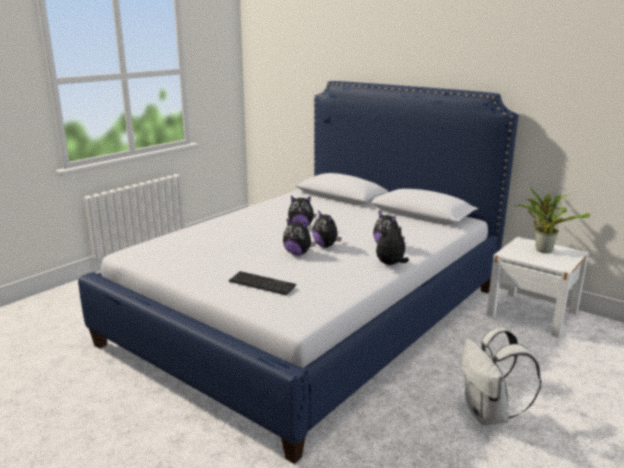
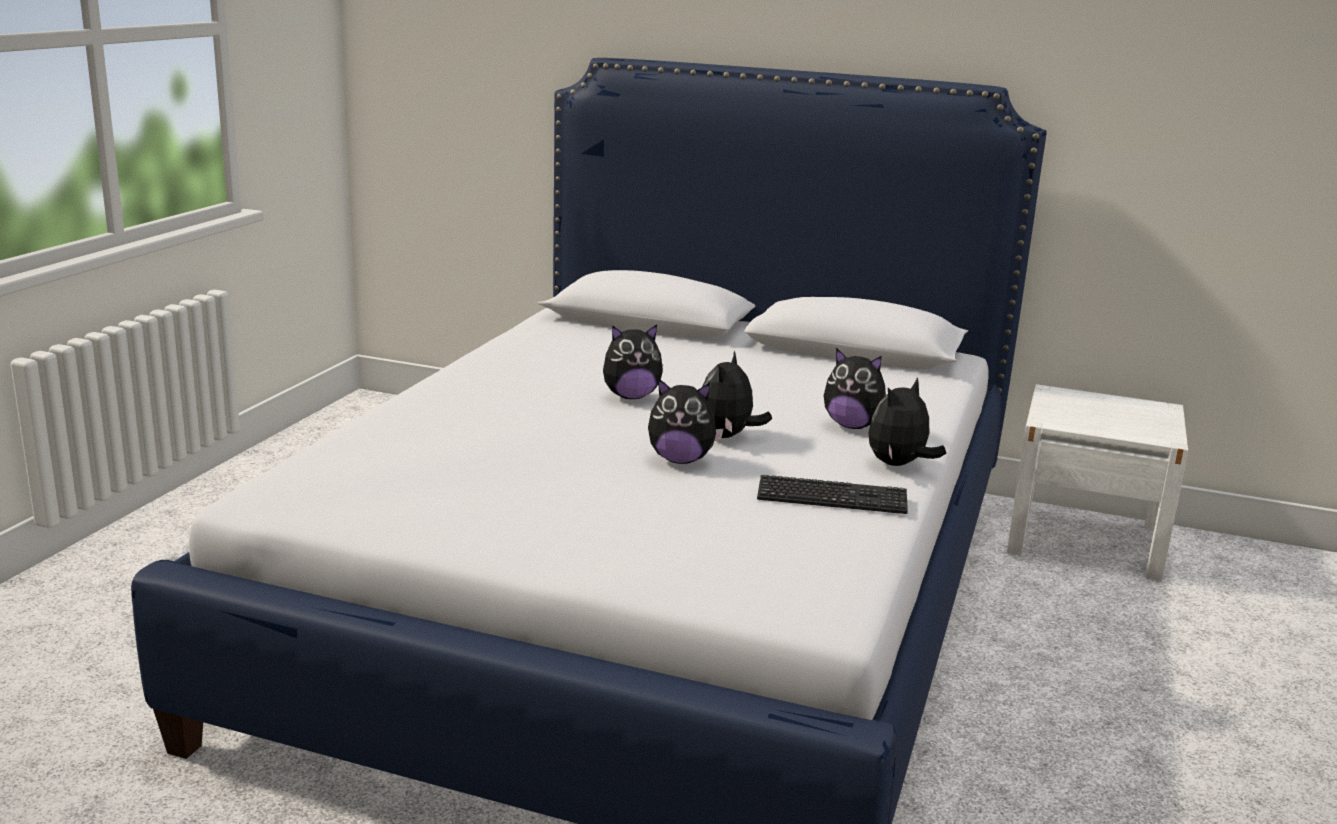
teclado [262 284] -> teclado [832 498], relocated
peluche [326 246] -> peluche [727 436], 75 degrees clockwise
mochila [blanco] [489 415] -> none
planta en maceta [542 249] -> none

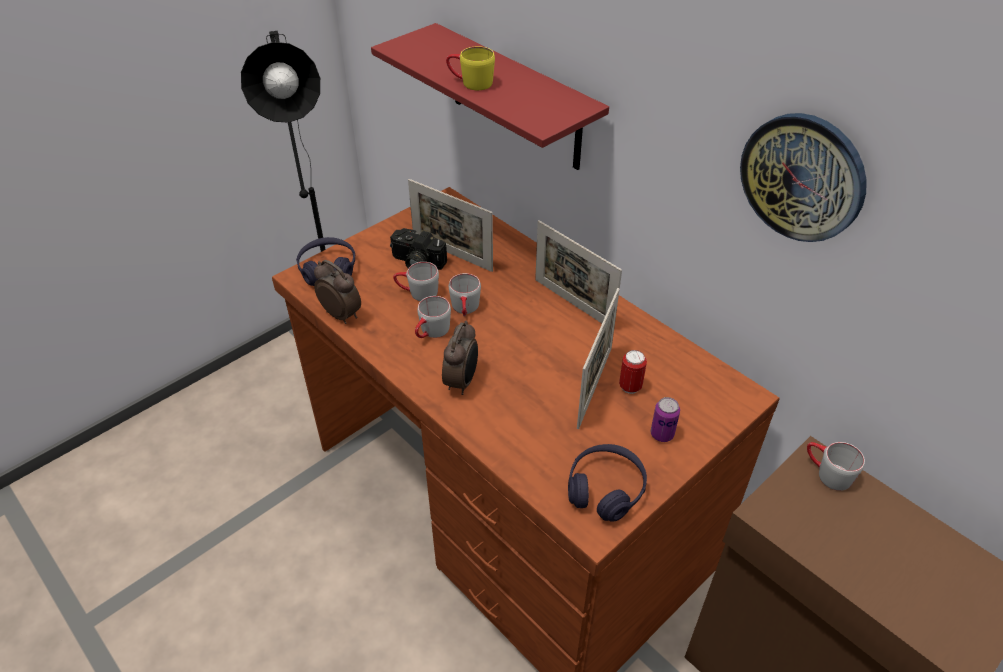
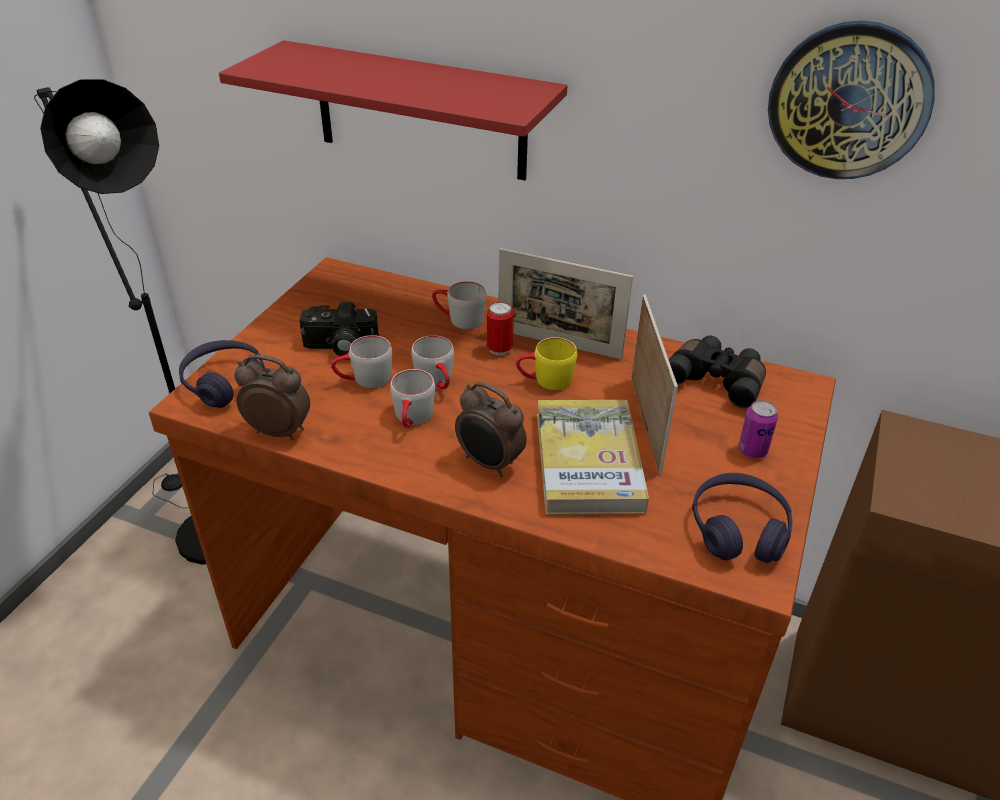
portarretratos [452 254] -> none
despertador [462 381] -> despertador [489 464], 135 degrees clockwise
taza grande [amarillo] [470 82] -> taza grande [amarillo] [545 380], relocated
lata [630 387] -> lata [499 349], relocated
taza grande [gris] [826 473] -> taza grande [gris] [458 319], relocated
none -> libro [588 461]
none -> prismáticos [negro] [717 380]

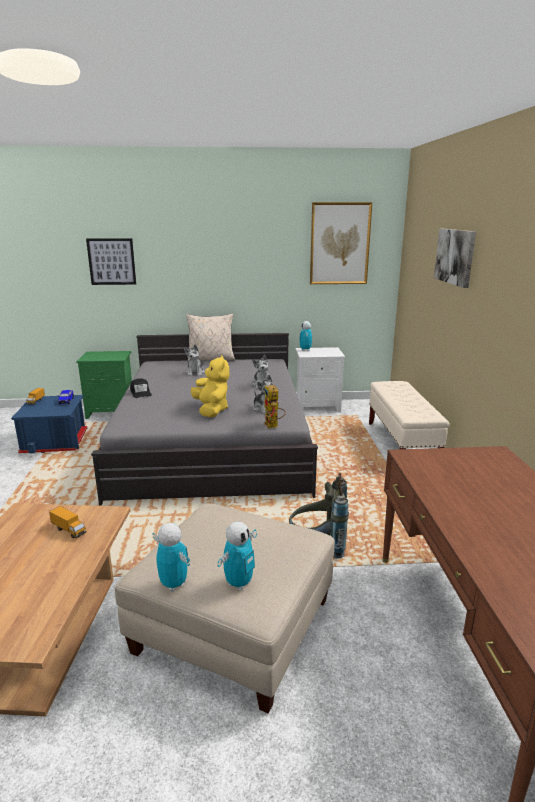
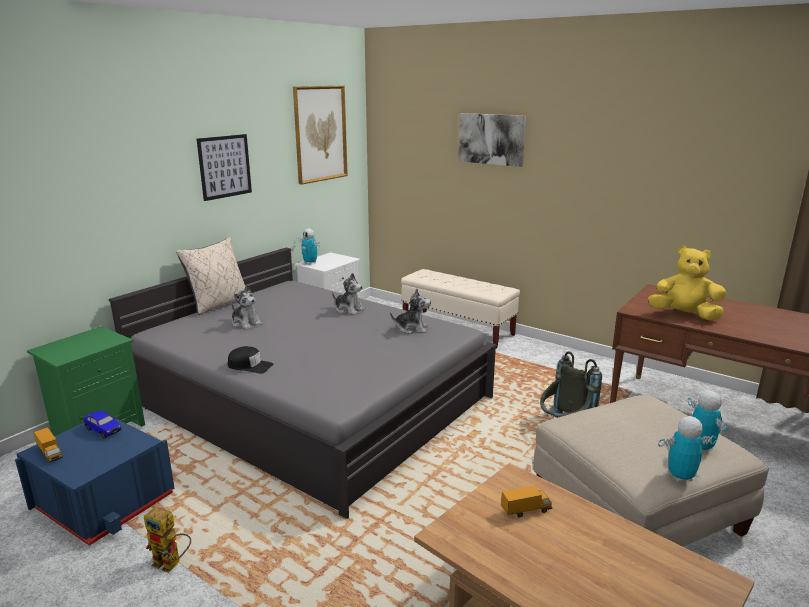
cuadro [111 261] -> cuadro [225 166], relocated
peluche [amarillo] [211 410] -> peluche [amarillo] [684 315], relocated
robot de juguete [273 426] -> robot de juguete [172 563], relocated

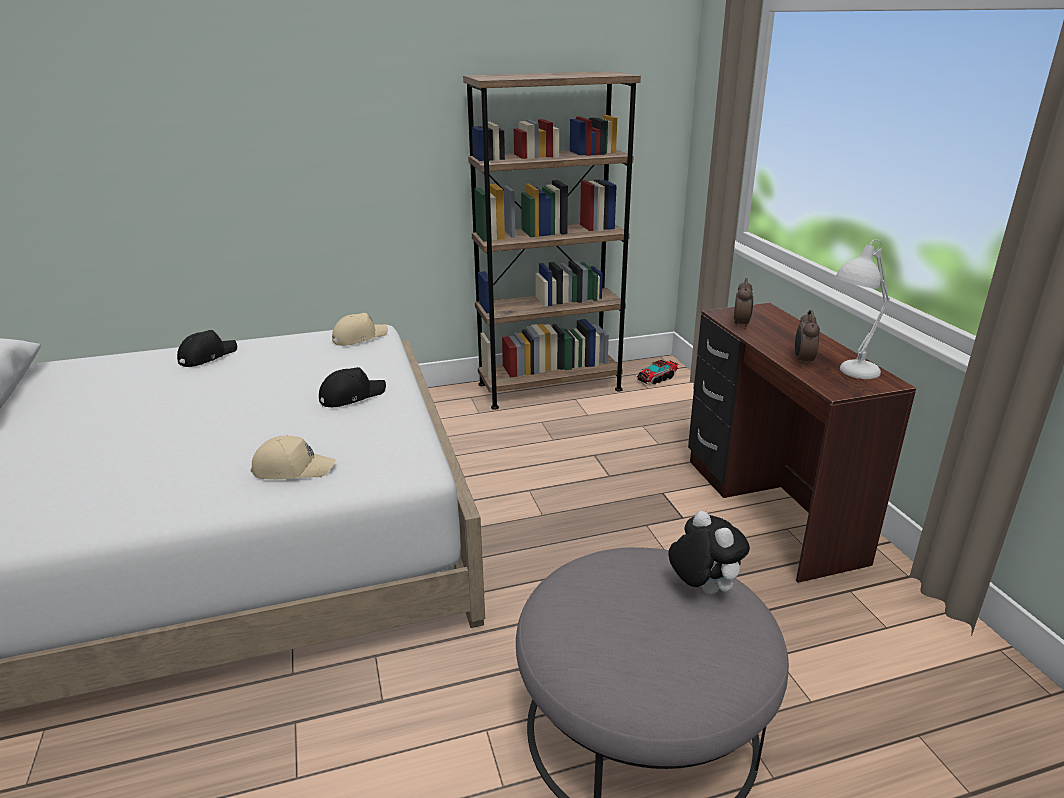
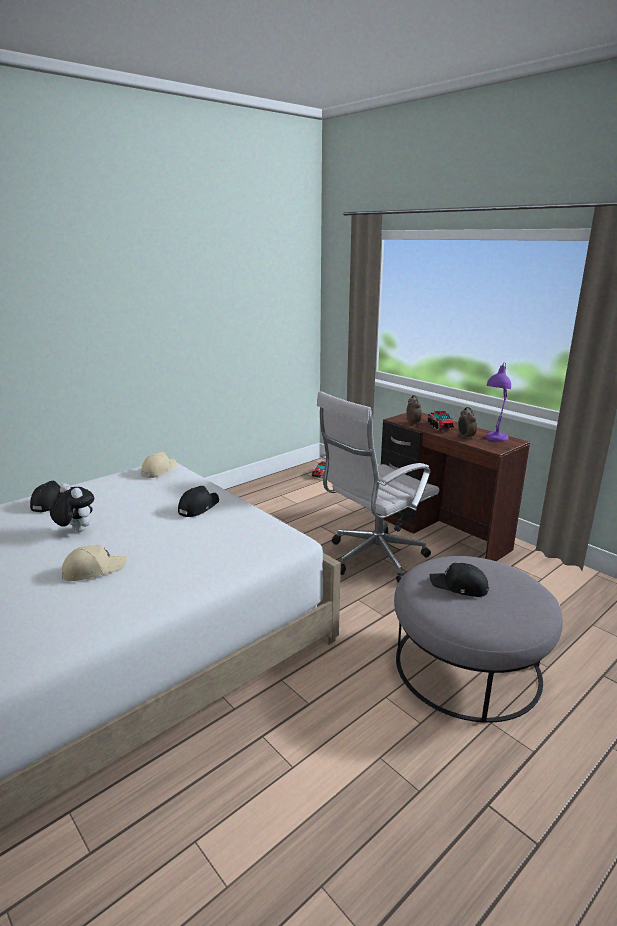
gorra [beis] [292 468] -> gorra [beis] [93 569], relocated
estantería [marrón] [549 387] -> none
peluche [702 589] -> peluche [76 531], relocated
lámpara de mesa [blanco] [848 374] -> lámpara de mesa [morado] [493 440]
none -> silla de oficina [blanco] [372 559]
none -> camión de juguete [440 426]
none -> gorra [negro] [459 586]

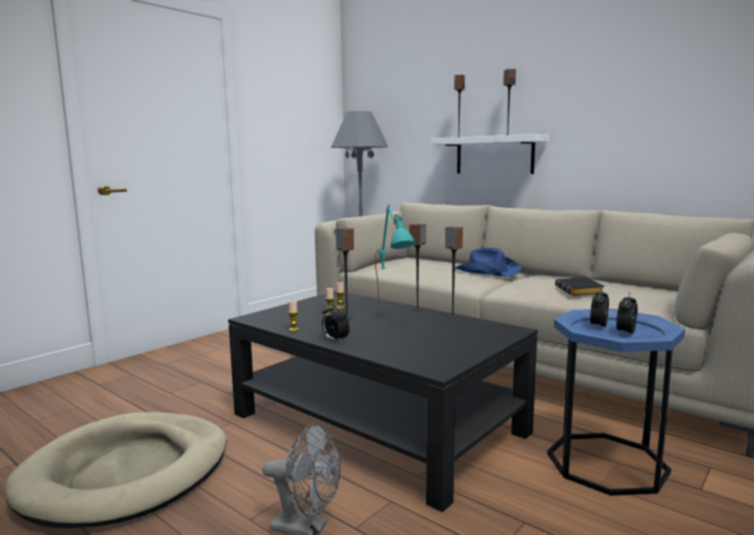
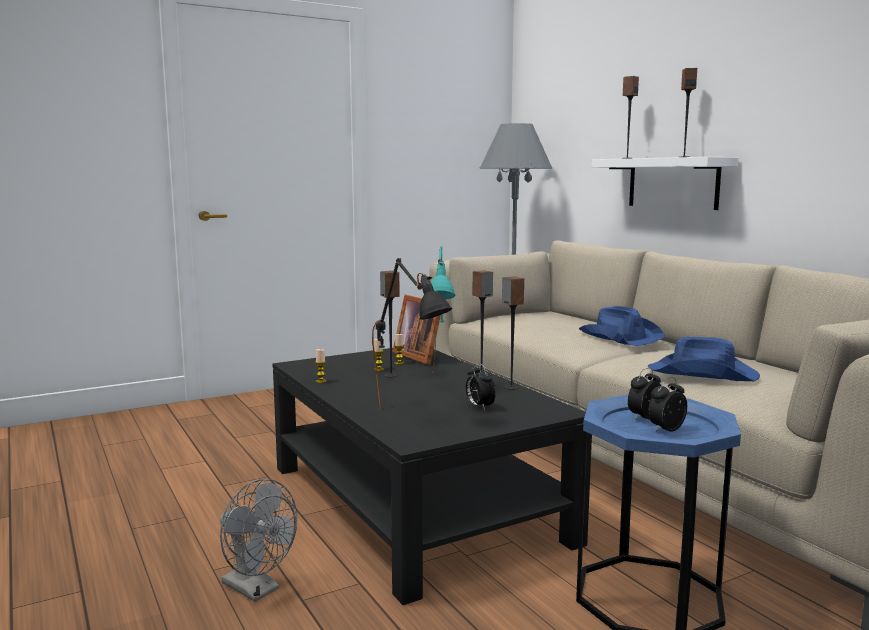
cama para perro [beis] [127 473] -> none
despertador [335 340] -> despertador [479 407], relocated
libro [negro] [580 291] -> sombrero [azul] [703 374]
none -> lámpara de mesa [negro] [411 414]
none -> portarretratos [419 356]

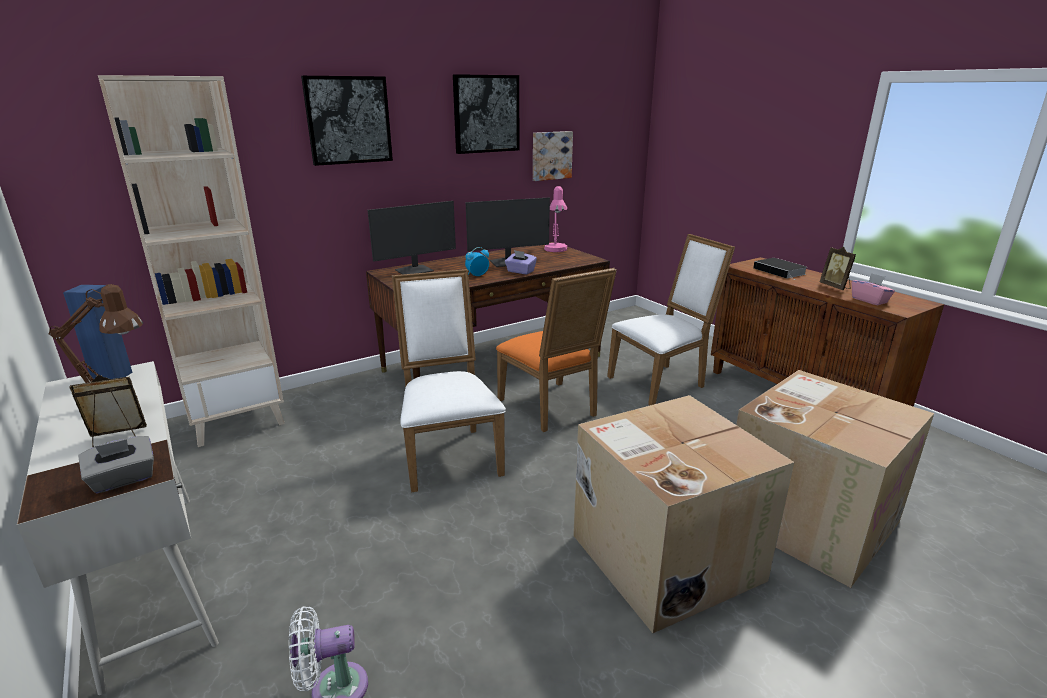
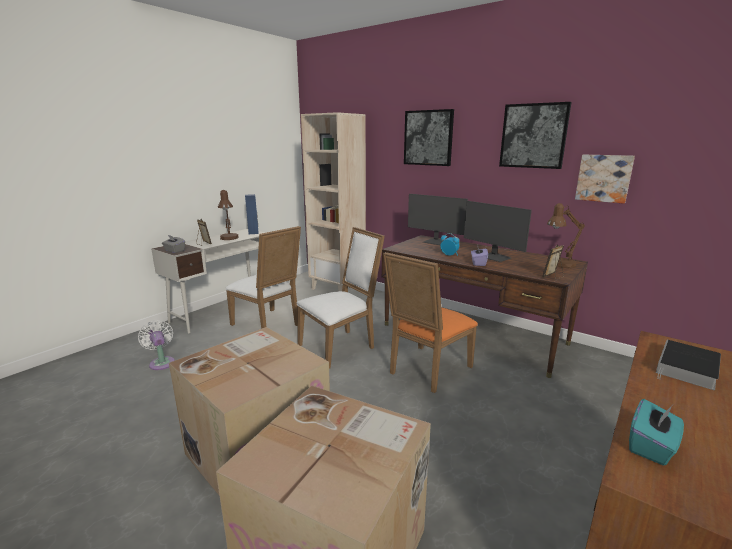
lámpara de mesa [rosa] [556 250] -> lámpara de mesa [marrón] [559 265]
silla [blanco] [661 382] -> silla [blanco] [269 325], relocated
portarretratos [835 287] -> portarretratos [553 277], relocated
caja de pañuelos [rosa] [869 300] -> caja de pañuelos [turquesa] [651 446]

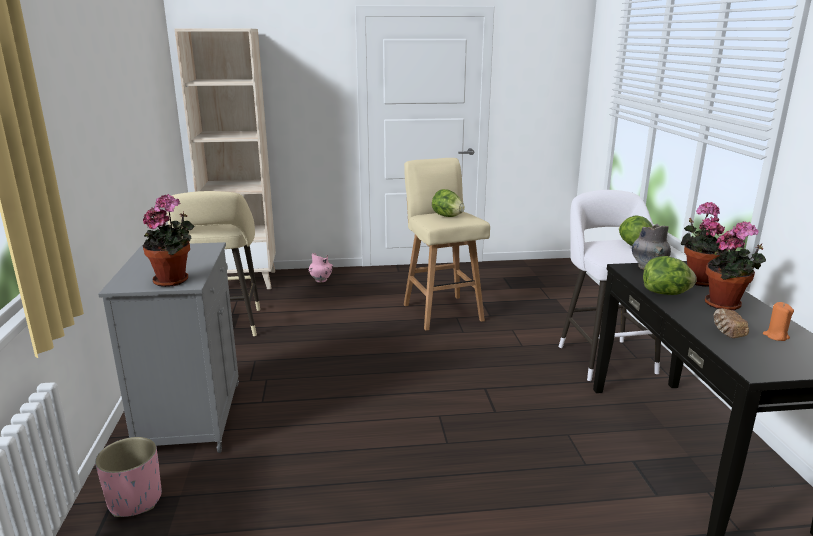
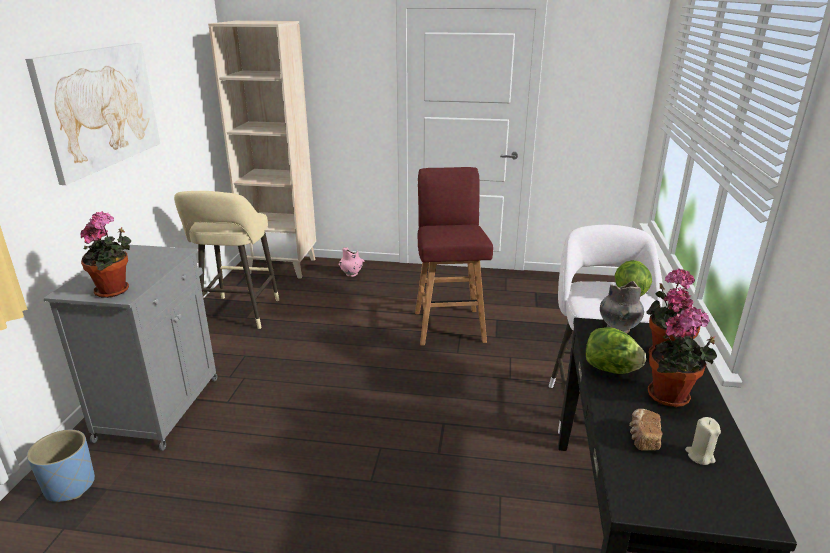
maceta [rosa] [135 500] -> maceta [azul] [70 486]
taburete [beis] [442 311] -> taburete [rojo] [449 325]
lechuga [447 216] -> none
vela [naranja] [775 336] -> vela [beis] [700 456]
none -> cuadro [100 108]

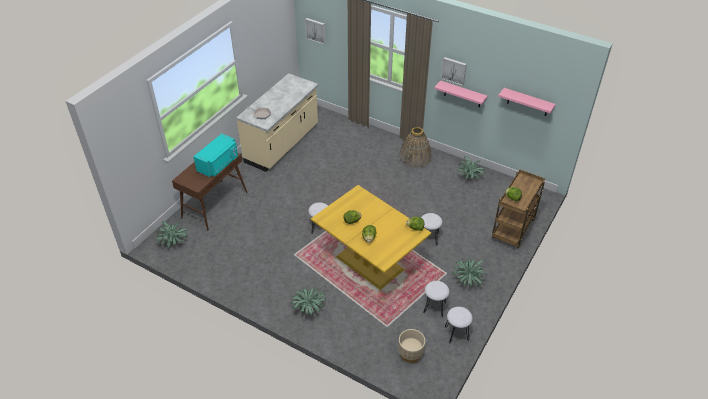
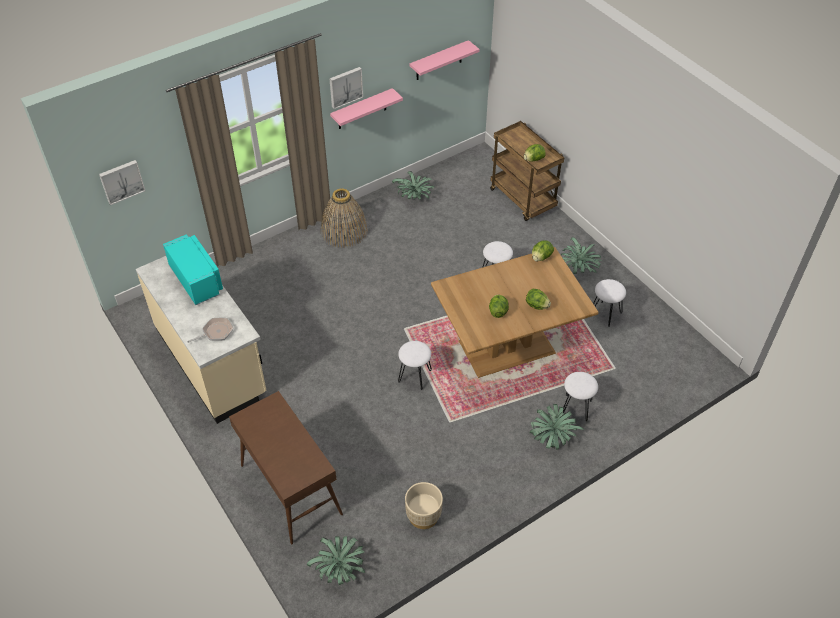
microondas [turquesa] [219 164] -> microondas [turquesa] [197 280], relocated
mesa de comedor [amarillo] [369 264] -> mesa de comedor [marrón] [507 348]
maceta [beis] [410 354] -> maceta [beis] [423 516], relocated
taburete [blanco] [456 333] -> taburete [blanco] [576 408], relocated

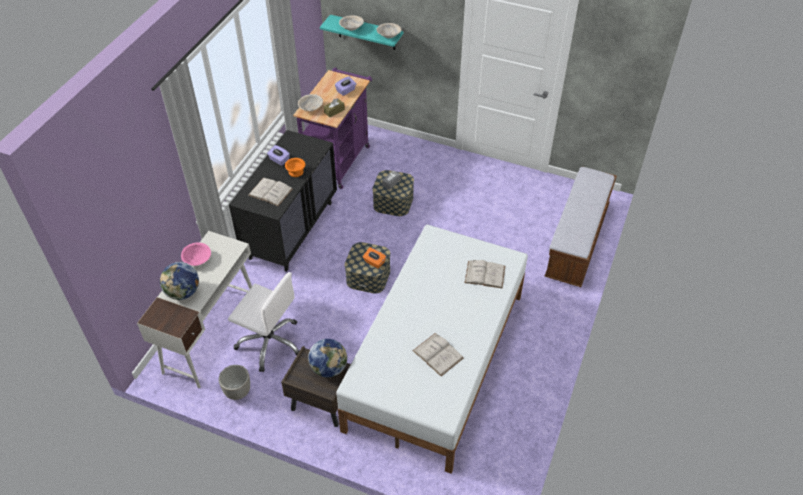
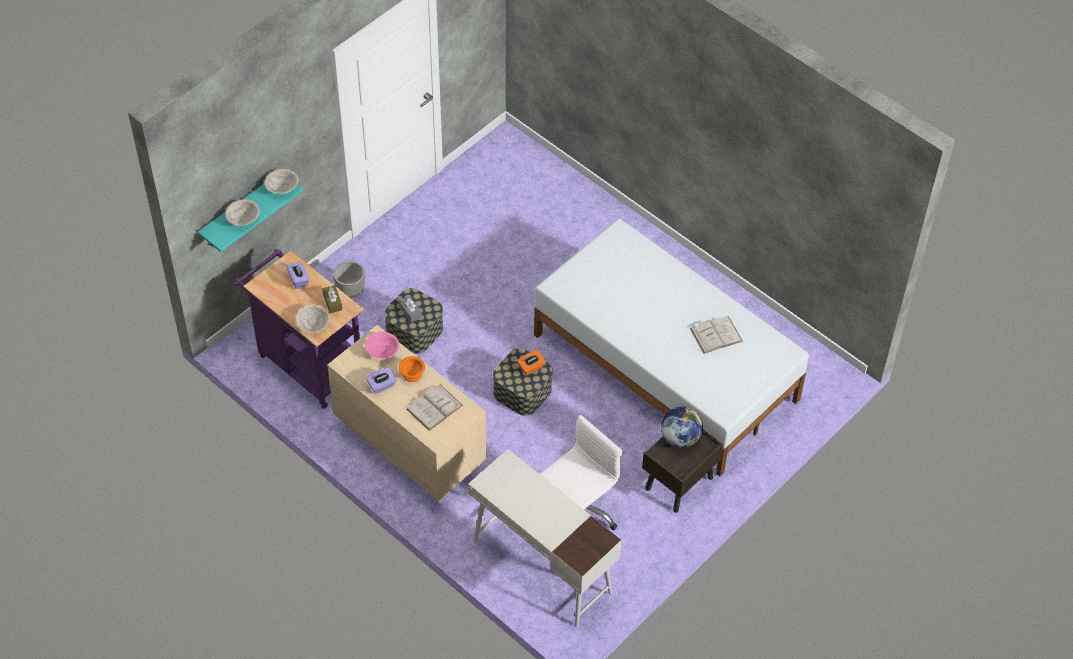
globo terráqueo [183 292] -> none
cuenco [rosa] [197 259] -> cuenco [rosa] [382 350], relocated
maceta [238 391] -> maceta [350 290], relocated
cómoda [negro] [291 229] -> cómoda [beis] [409 447]
libro [blanco] [485 274] -> none
banco [577 241] -> none

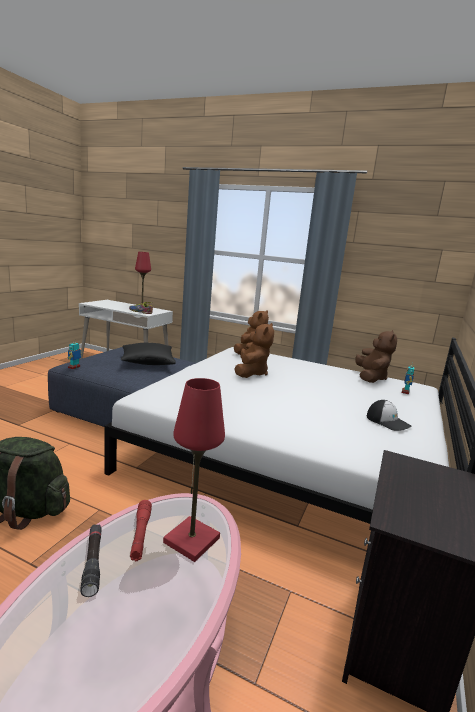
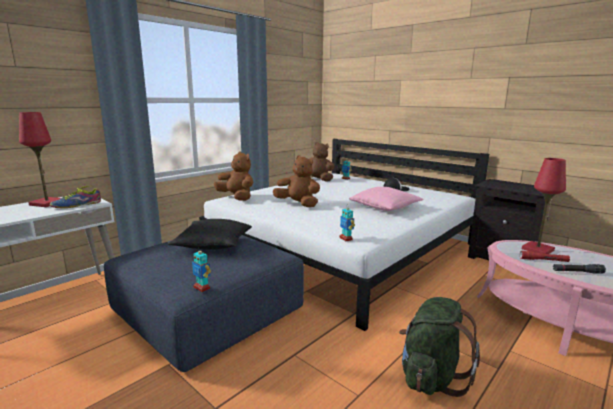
none -> robot de juguete [346 238]
none -> cojín [rosa] [385 207]

